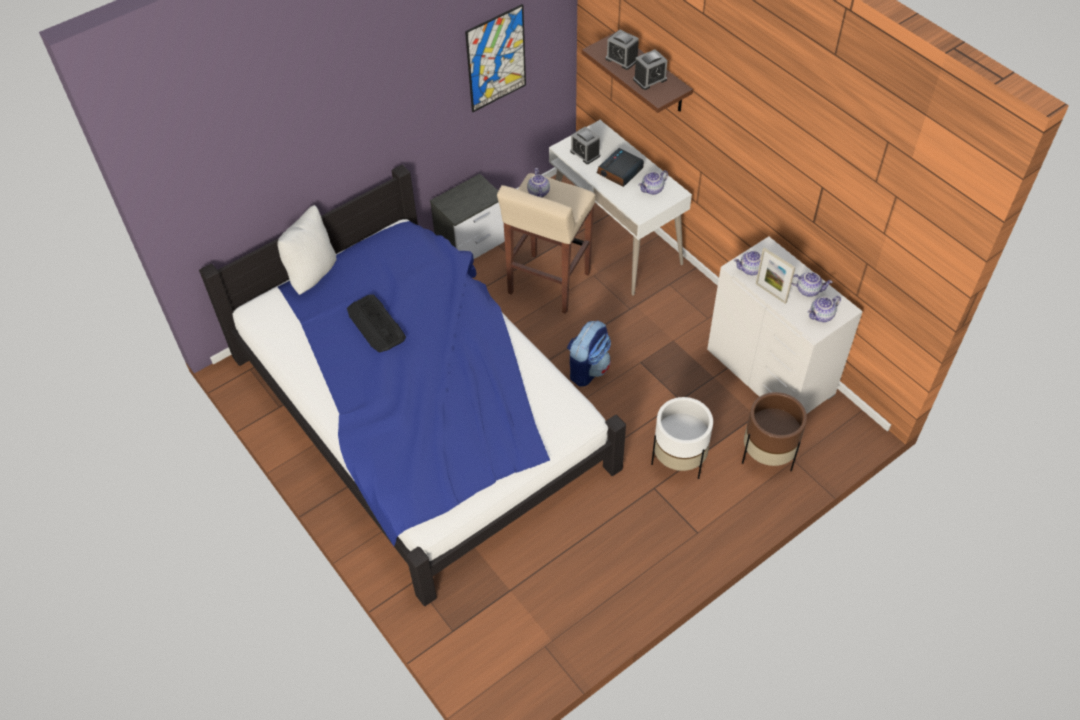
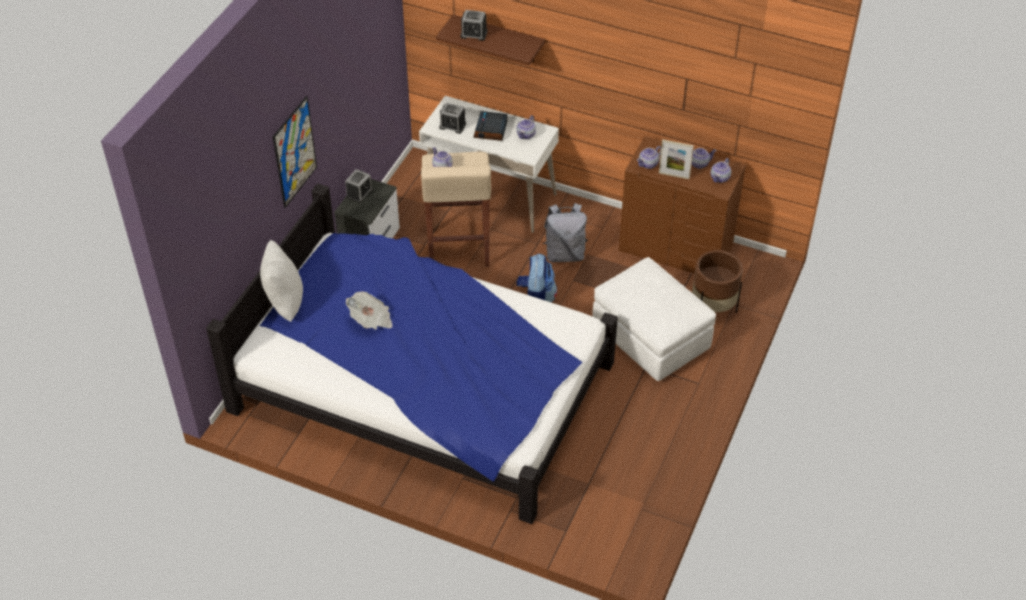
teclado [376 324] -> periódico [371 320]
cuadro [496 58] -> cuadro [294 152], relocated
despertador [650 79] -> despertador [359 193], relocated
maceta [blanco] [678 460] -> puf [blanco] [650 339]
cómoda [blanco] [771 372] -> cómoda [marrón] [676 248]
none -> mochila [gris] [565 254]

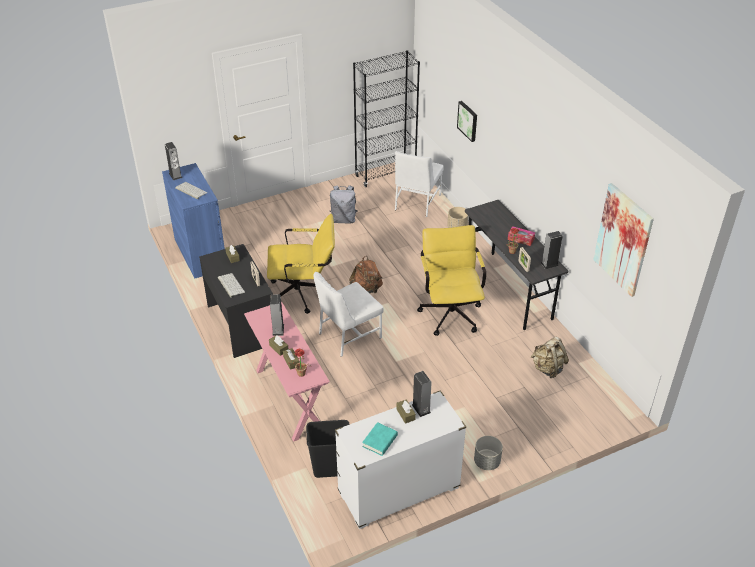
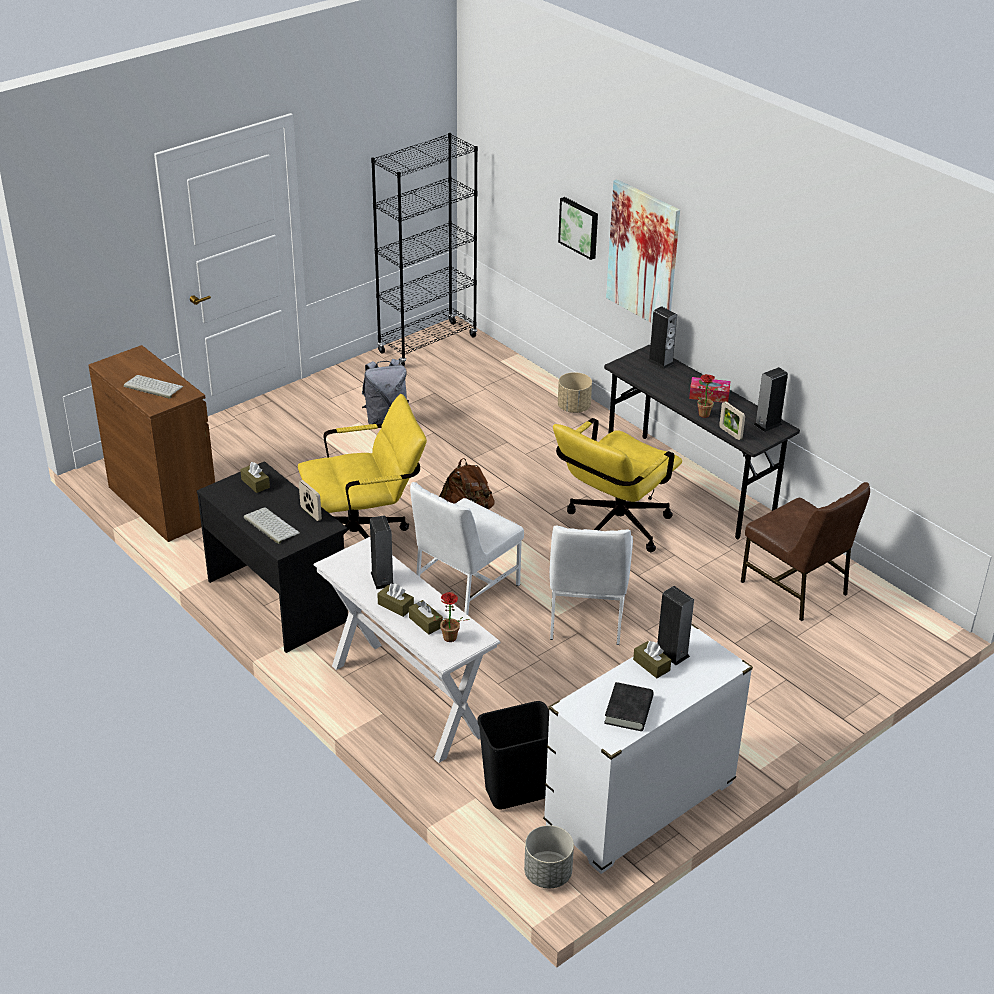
armario [azul] [200 254] -> armario [marrón] [163 503]
altavoz [175 175] -> altavoz [660 362], relocated
mesa consola [rosa] [290 398] -> mesa consola [blanco] [406 699]
libro [turquesa] [380 441] -> libro [negro] [628 711]
silla [blanco] [416 202] -> silla [blanco] [586 616], relocated
silla de oficina [amarillo] [450 311] -> silla de oficina [amarillo] [612 529], 120 degrees counterclockwise
maceta [gris] [486 462] -> maceta [gris] [547 874], relocated
mochila [beis] [547 368] -> silla [marrón] [796 588]
cuadro [623 240] -> cuadro [643 254], relocated

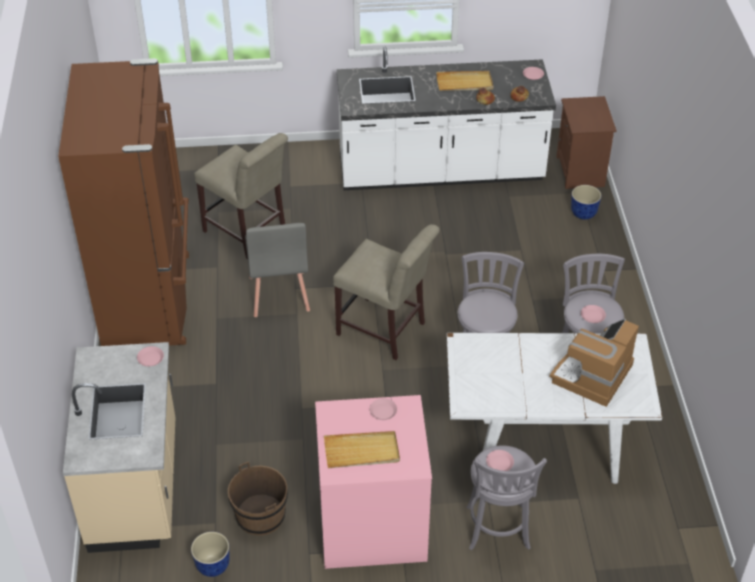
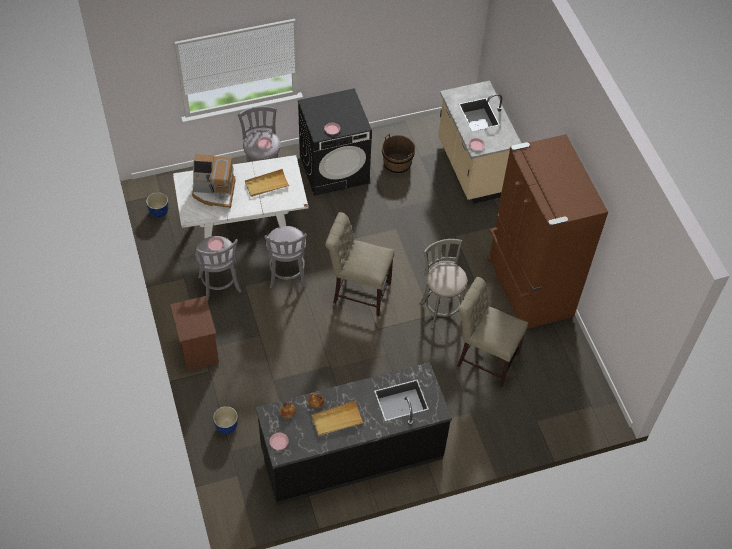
maceta [212 566] -> maceta [159 212], relocated
silla [gris] [278 294] -> taburete [gris] [441 308]
lavadora [rosa] [371 524] -> lavadora [negro] [334 169]
bandeja [beis] [362 452] -> bandeja [beis] [266 184], relocated
mueble bajo de cocina [blanco] [440 170] -> mueble bajo de cocina [negro] [352 454]
cafetera [592 375] -> cafetera [214 192], 75 degrees clockwise
mesita de noche [marrón] [581 172] -> mesita de noche [marrón] [197 349], relocated

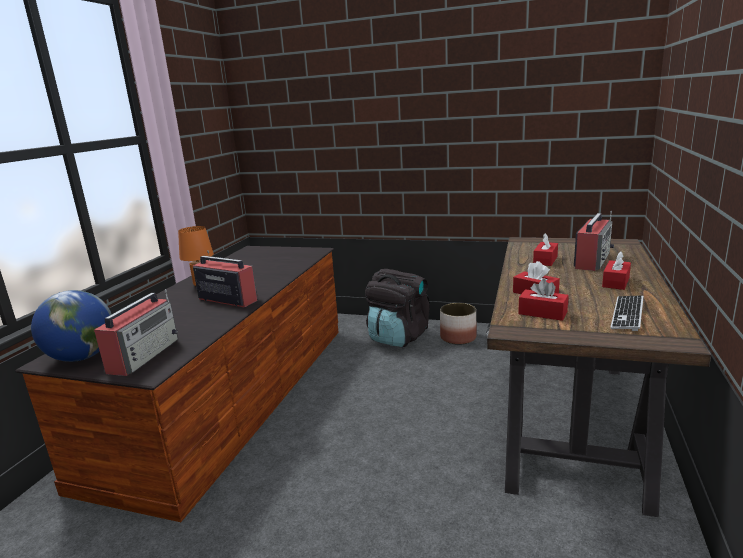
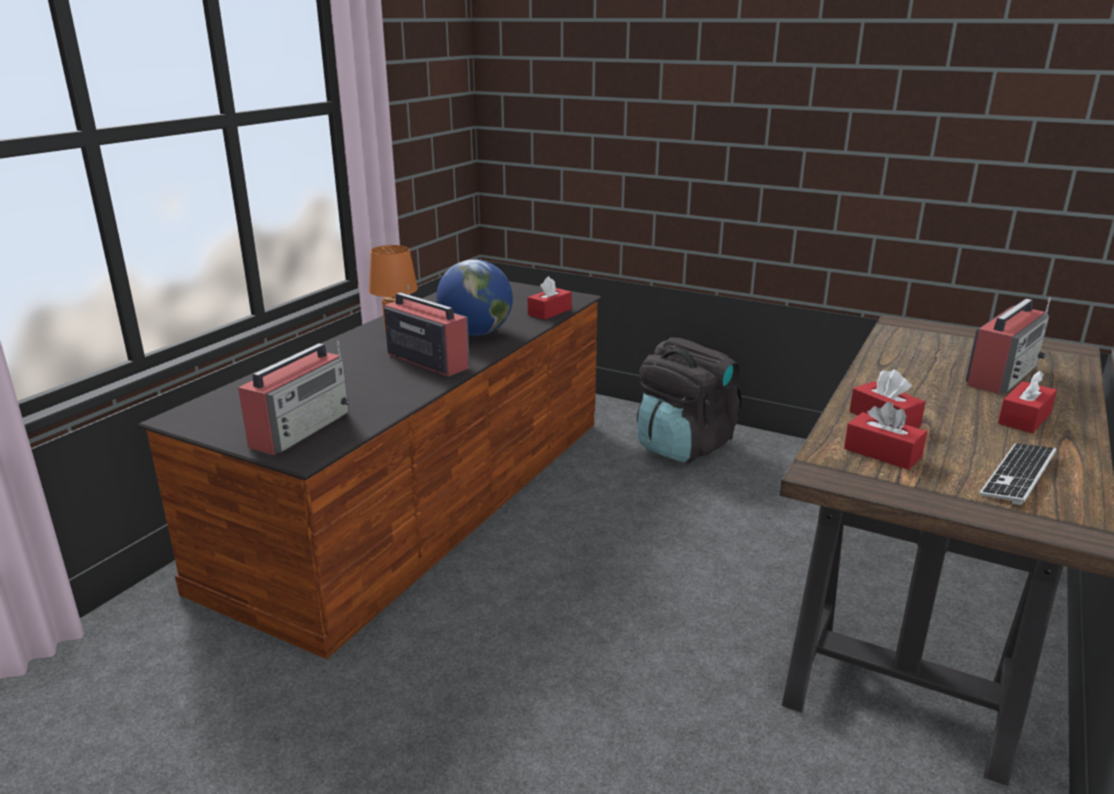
globo terráqueo [82 357] -> globo terráqueo [476 333], relocated
maceta [458 337] -> none
caja de pañuelos [rojo] [545 260] -> caja de pañuelos [rojo] [549 312], relocated

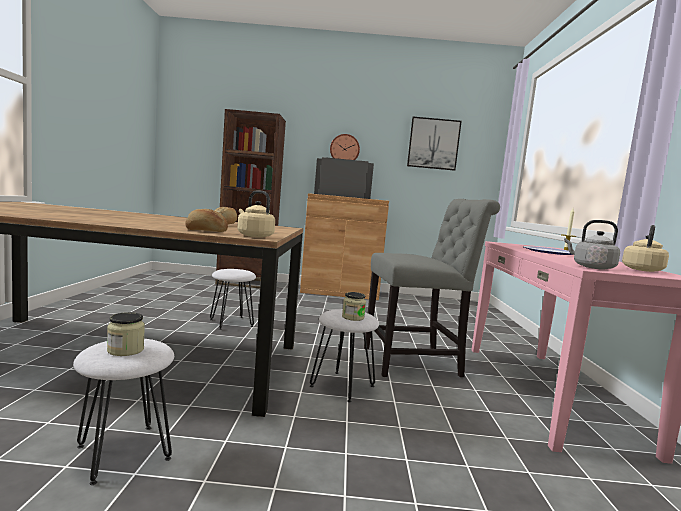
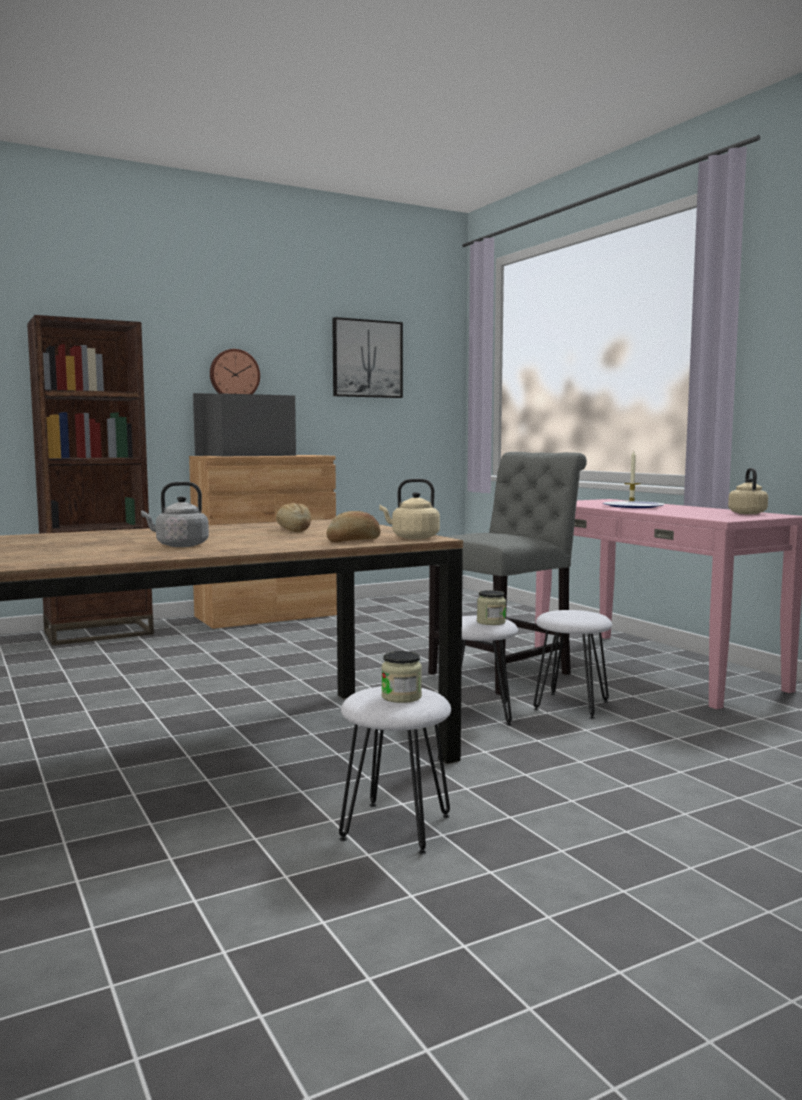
taburete [blanco] [232 323] -> taburete [blanco] [571 705], relocated
hervidor [gris] [591 267] -> hervidor [gris] [179 545], relocated

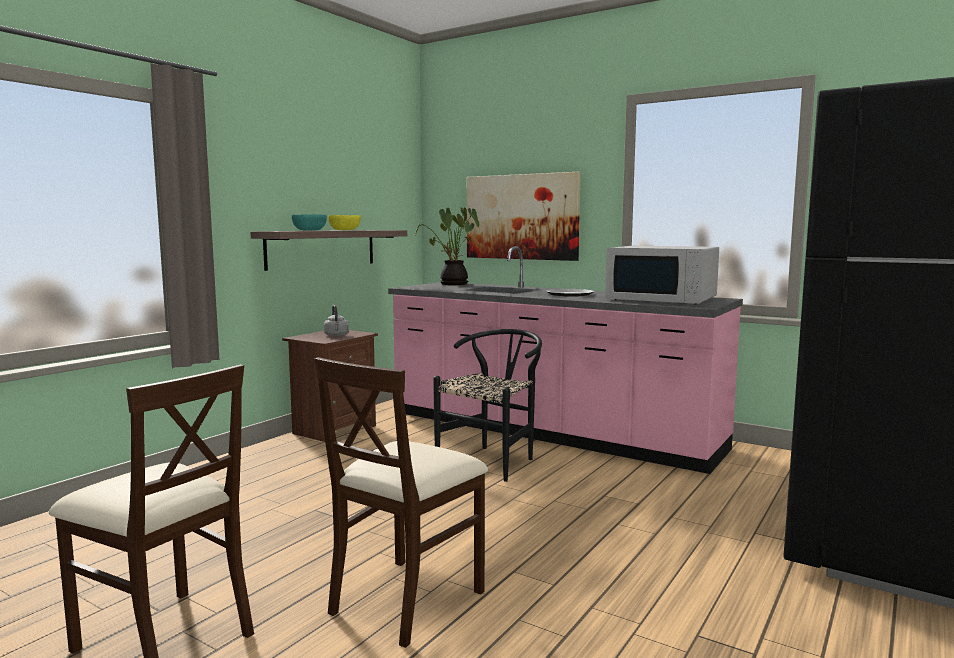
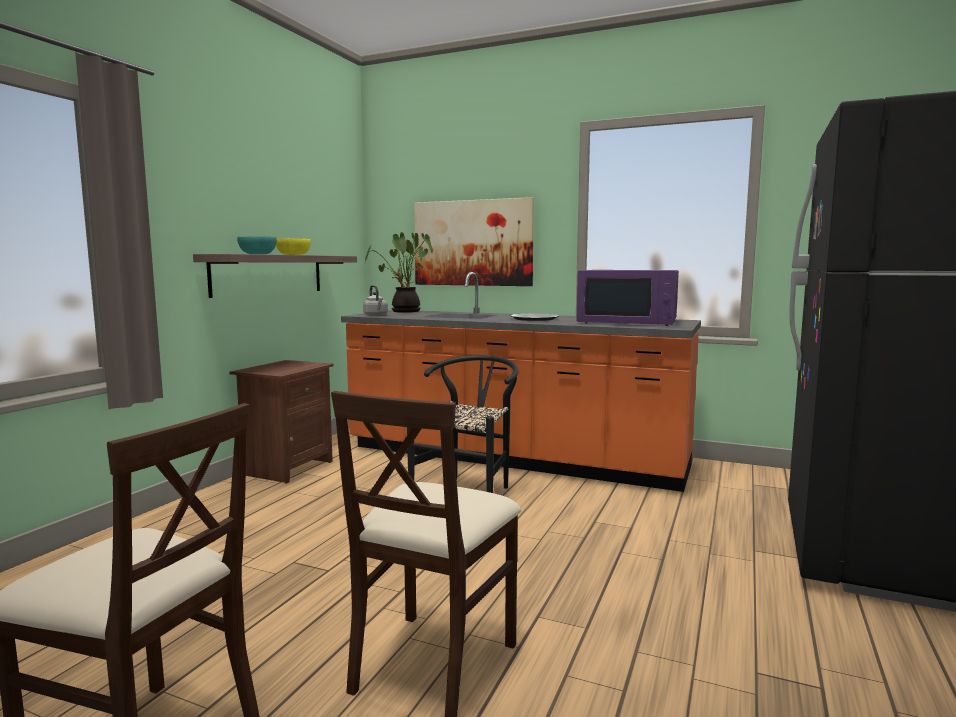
hervidor [gris] [336 336] -> hervidor [gris] [376 315], relocated
mueble bajo de cocina [rosa] [549 432] -> mueble bajo de cocina [naranja] [513 458]
microondas [blanco] [663 299] -> microondas [morado] [629 321]

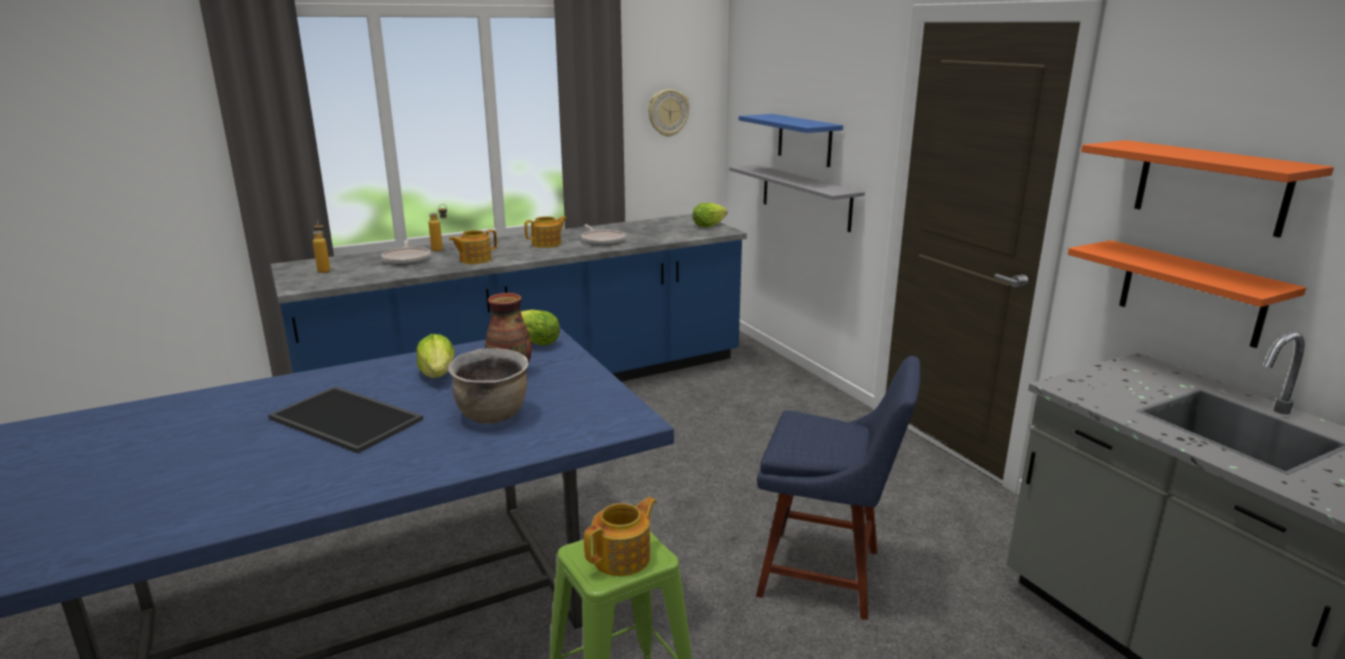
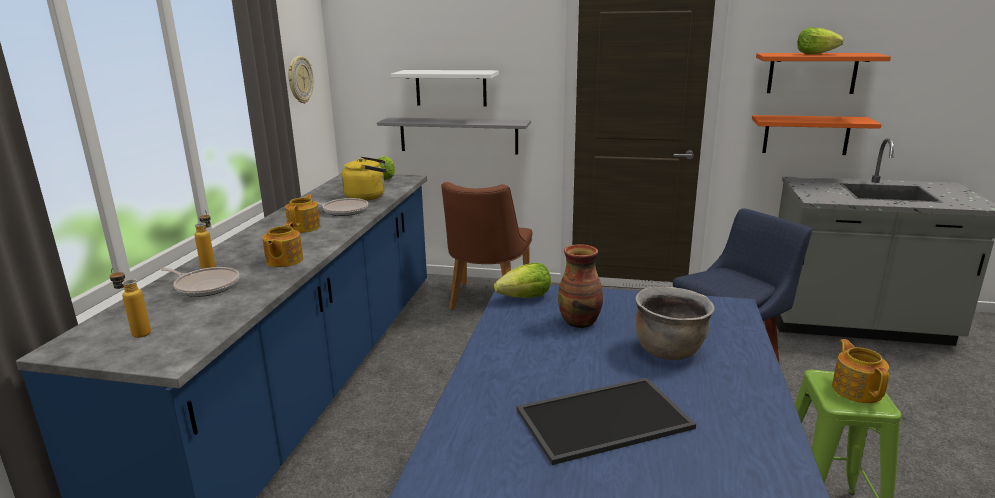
lechuga [438 375] -> lechuga [815 54], relocated
estante [azul] [804 140] -> estante [blanco] [451 88]
none -> hervidor [amarillo] [368 197]
none -> silla [marrón] [486 302]

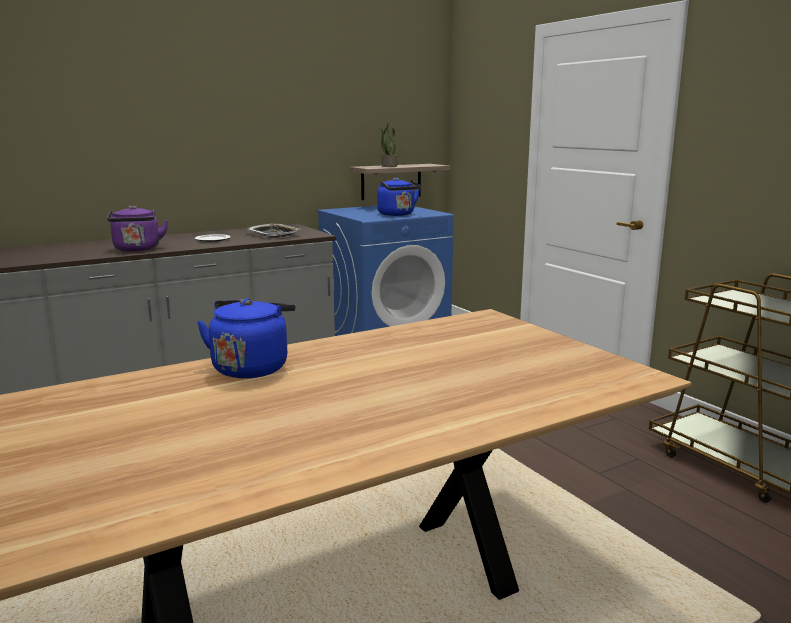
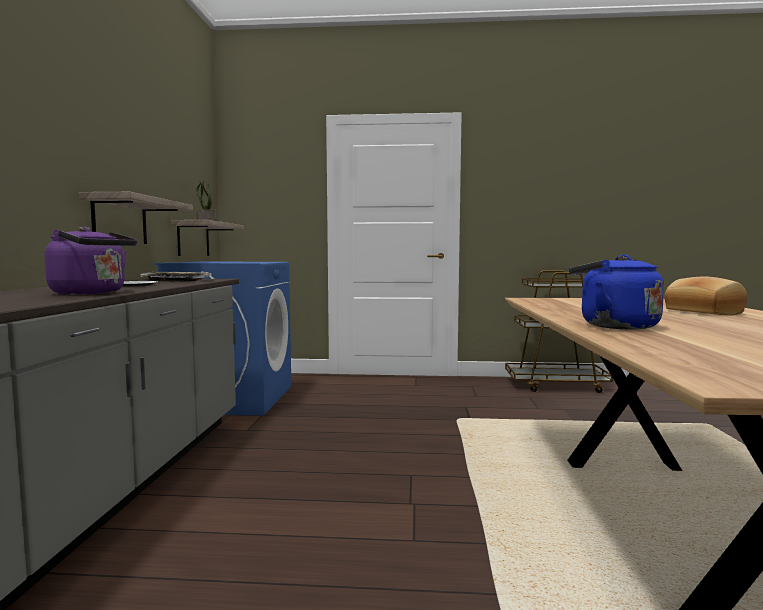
hervidor [azul] [397 214] -> none
none -> estante [120 221]
none -> pan [702 312]

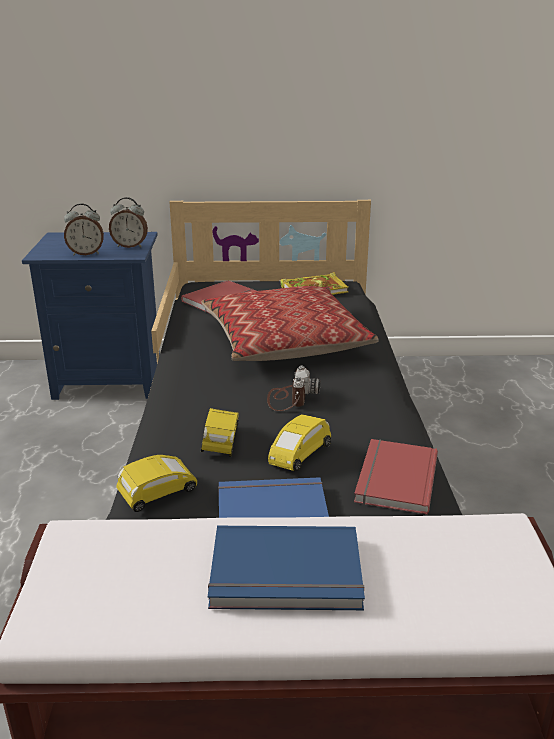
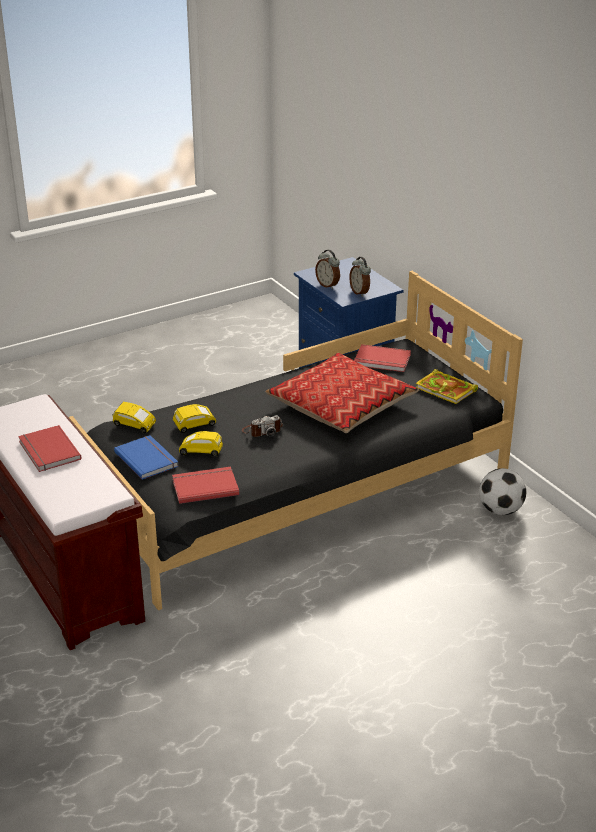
libro [azul] [286 575] -> libro [rojo] [47 451]
none -> balón de fútbol [500 510]

